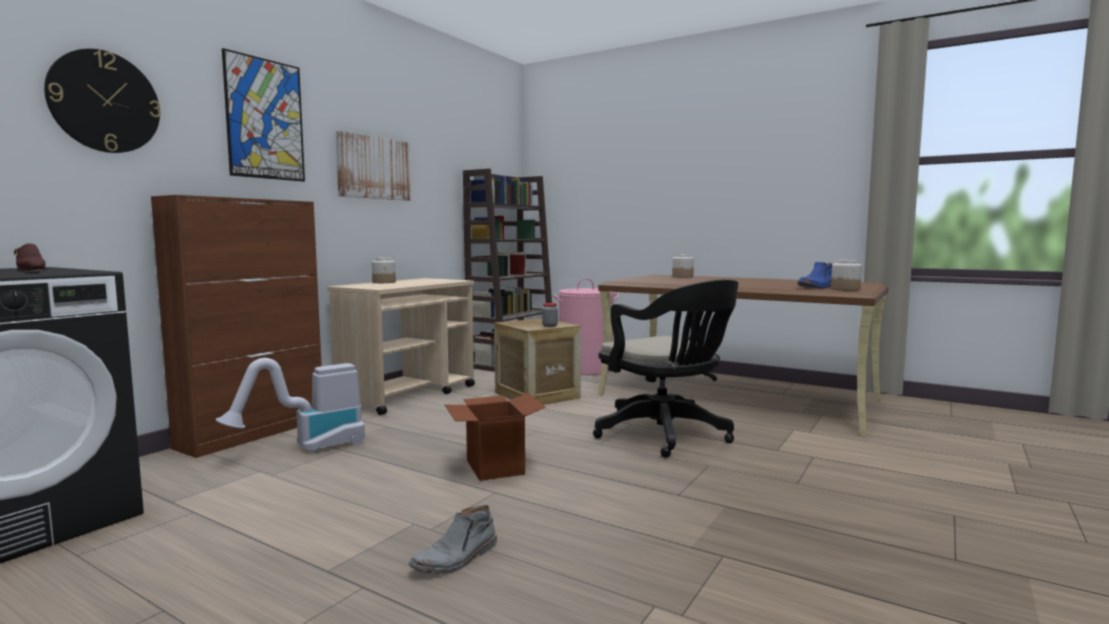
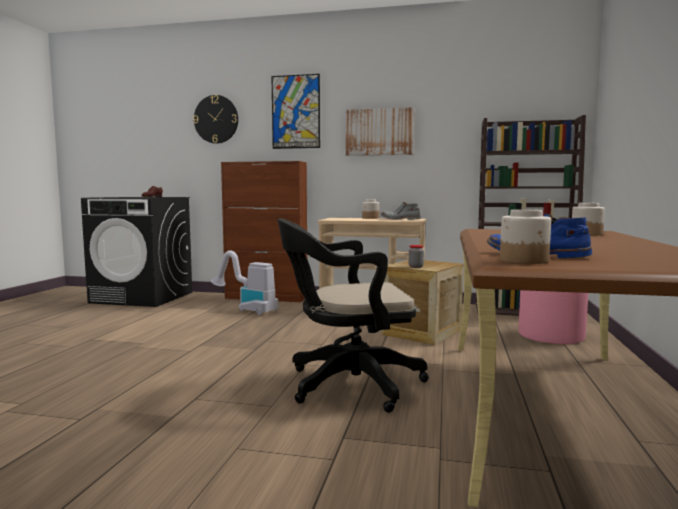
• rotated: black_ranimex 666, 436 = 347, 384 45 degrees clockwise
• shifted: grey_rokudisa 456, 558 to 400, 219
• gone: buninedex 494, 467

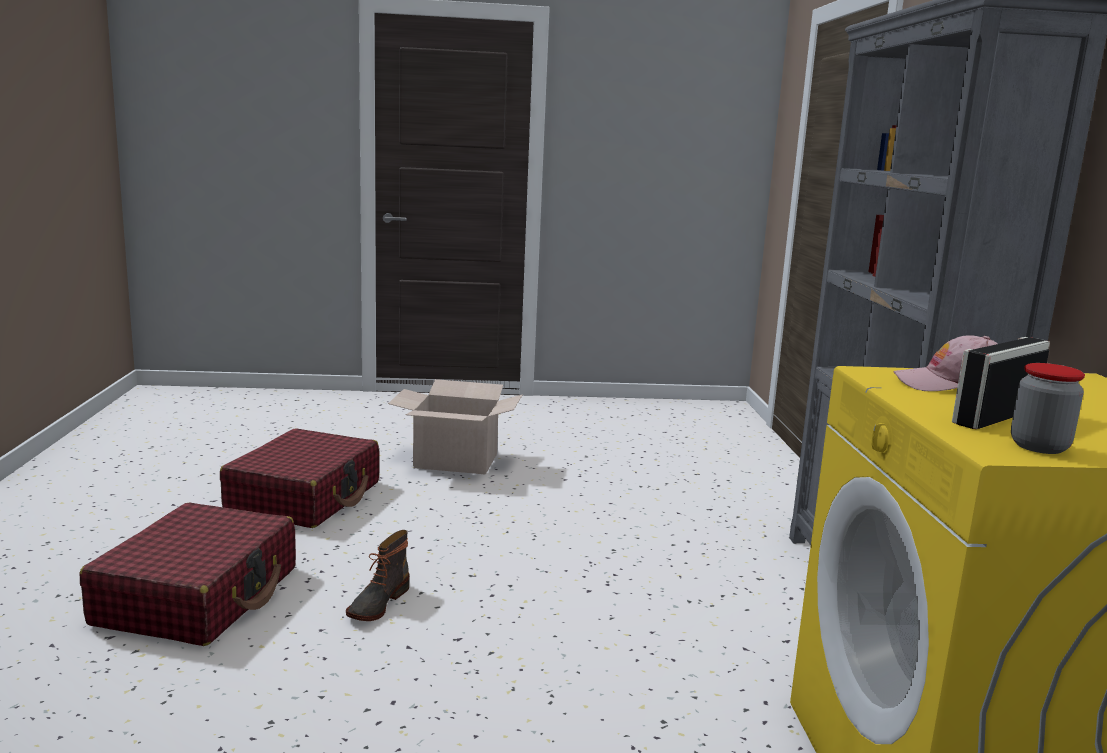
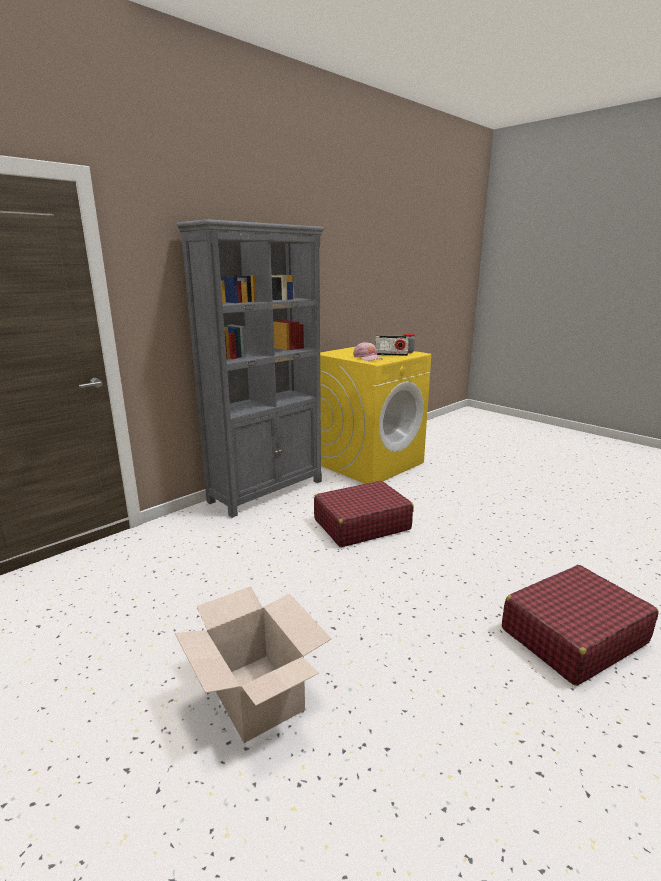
• shifted: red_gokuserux 305, 497 to 361, 524
• gone: rokudisa 377, 603

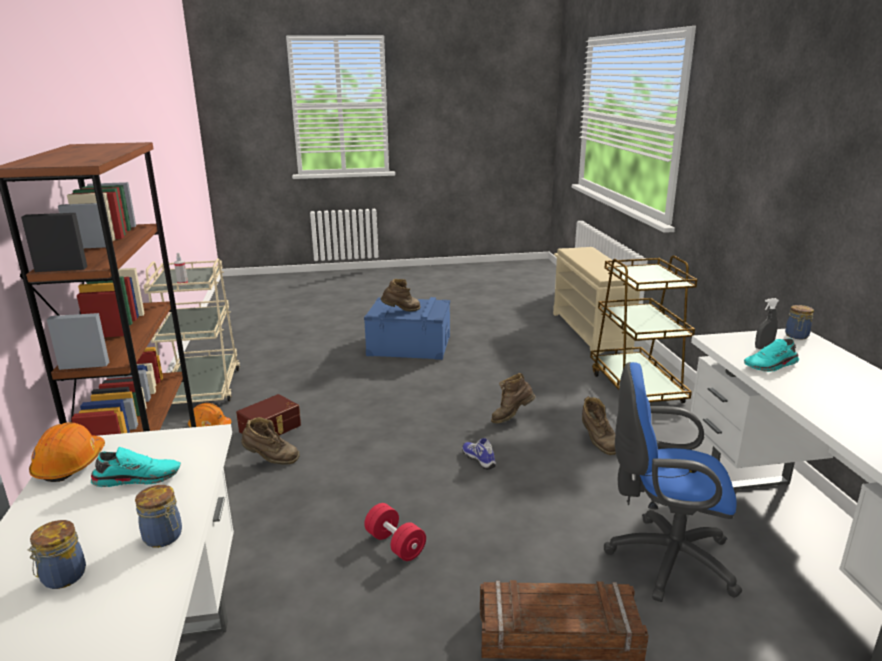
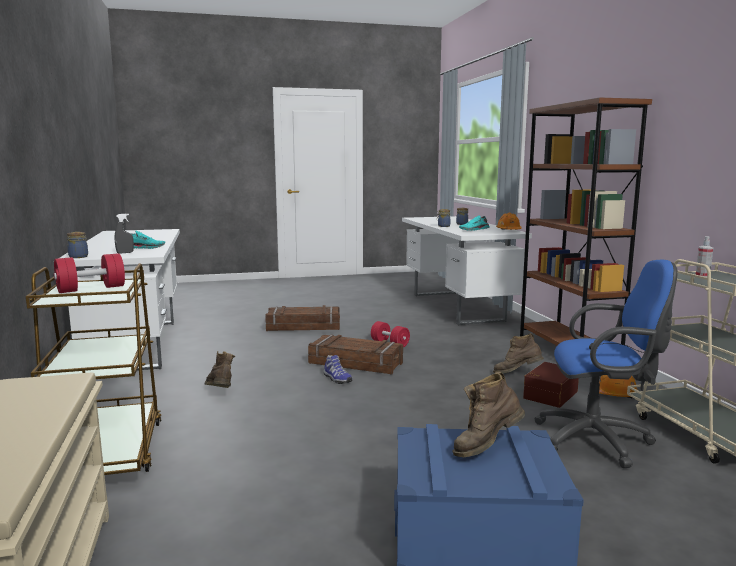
• new: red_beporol 91, 289
• new: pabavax 356, 363
• shifted: blue_ranimex 663, 559 to 598, 441
• gone: brown_rokudisa 511, 417

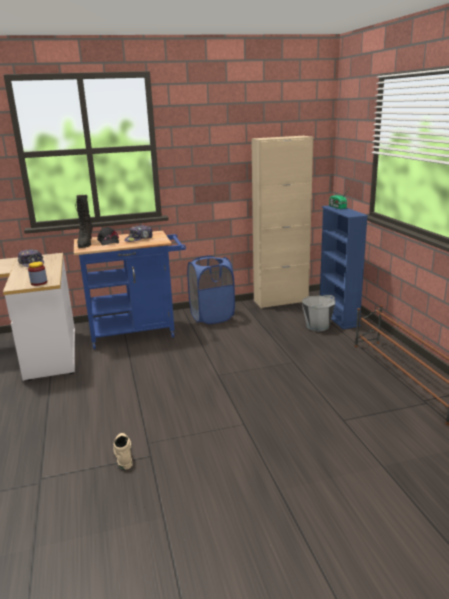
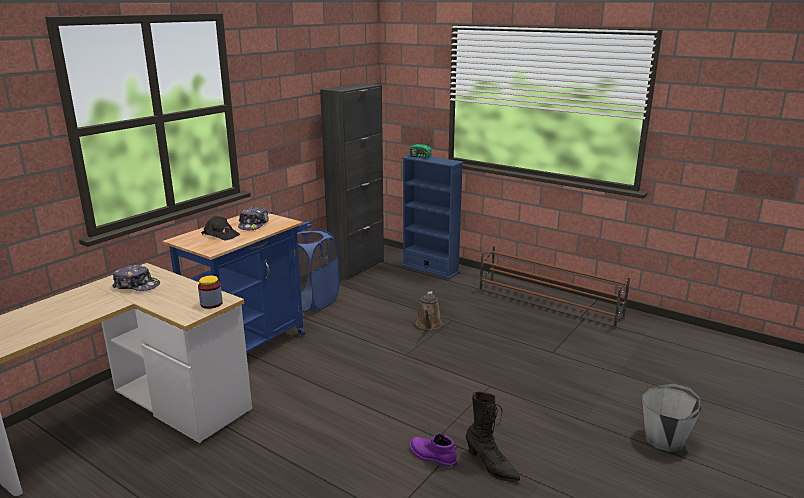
• repainted: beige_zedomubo 281, 301 to black_zedomubo 356, 267
• repainted: beige_rokudisa 123, 454 to purple_rokudisa 432, 457
• new: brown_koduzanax 428, 325
• shifted: black_rokudisa 85, 244 to 491, 466
• shifted: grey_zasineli 317, 326 to 665, 439

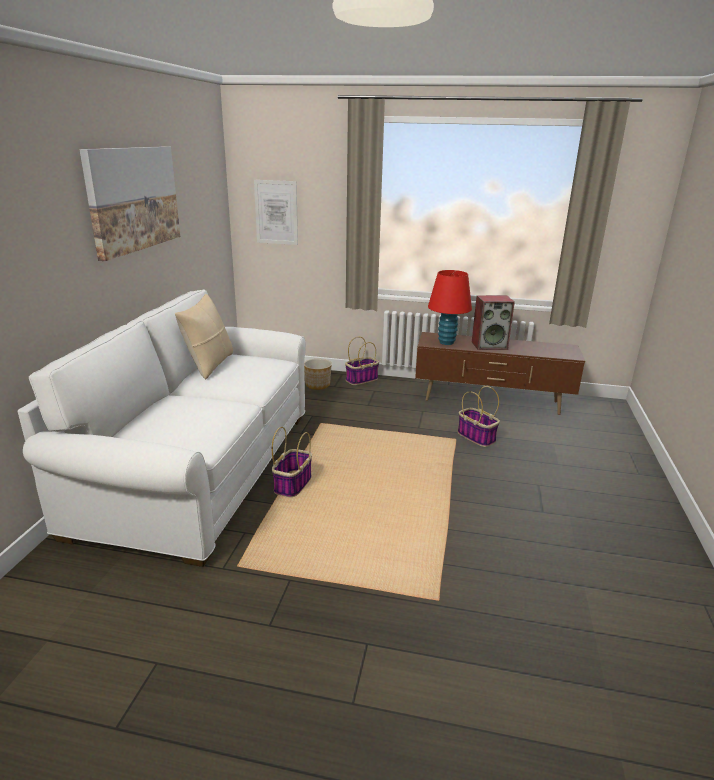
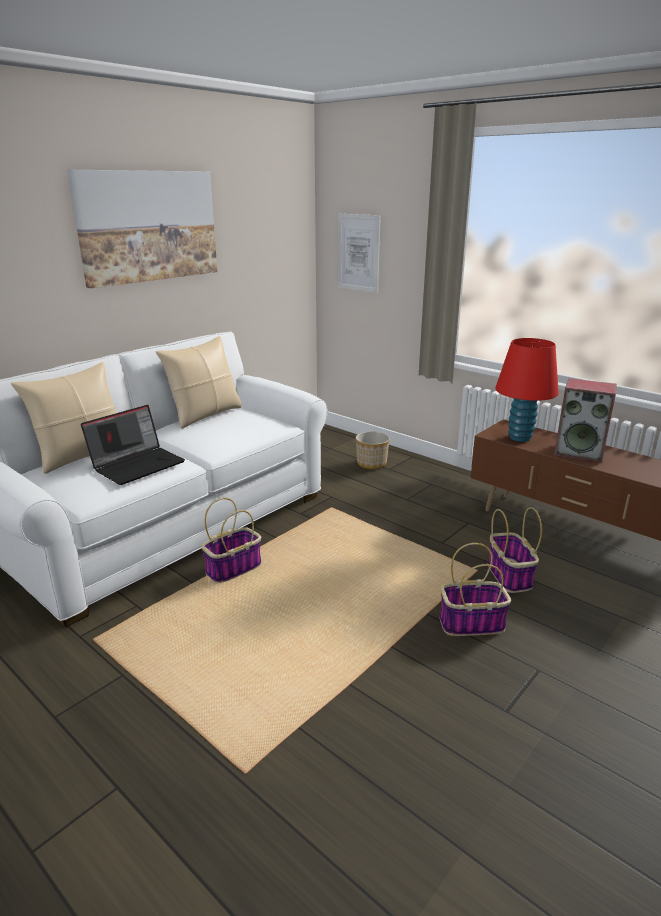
• new: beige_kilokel 82, 455
• new: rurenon 138, 464
• shifted: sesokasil 362, 379 to 472, 623

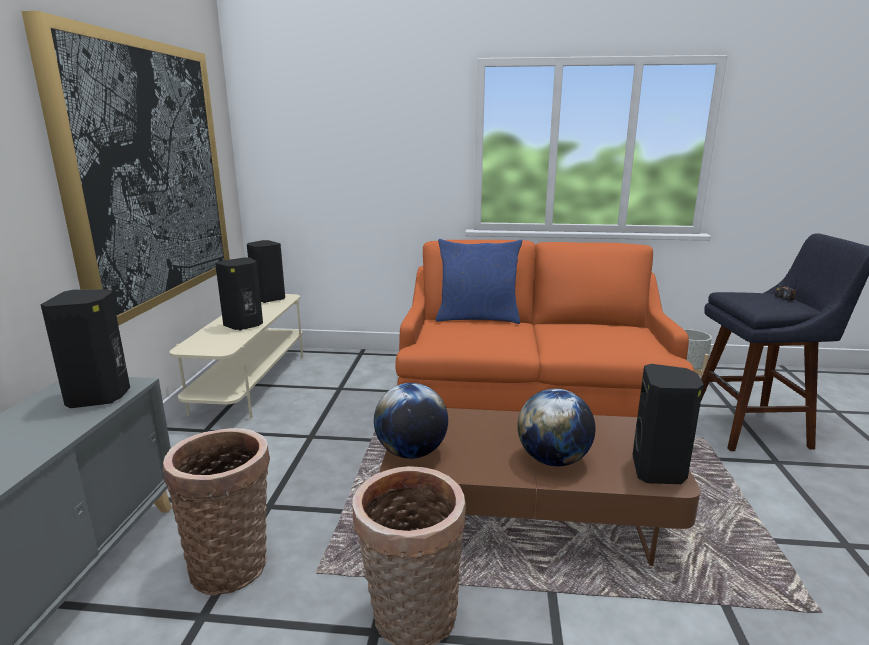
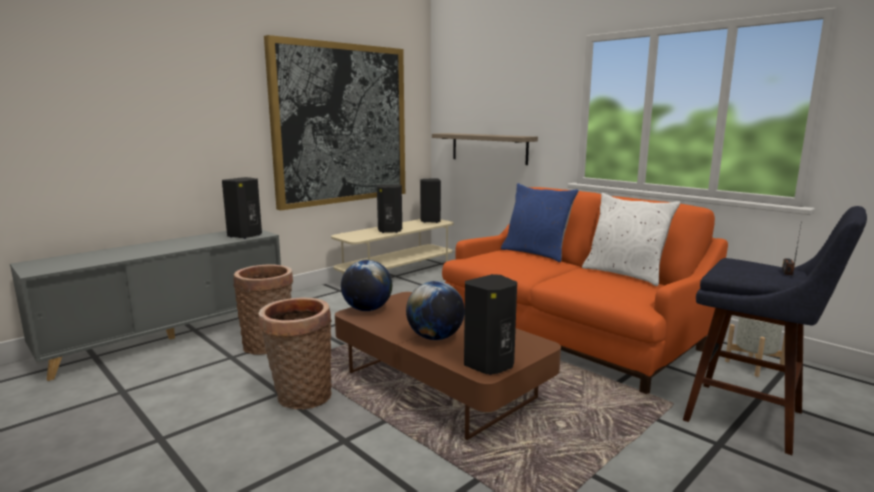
• new: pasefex 488, 148
• new: white_kilokel 625, 274

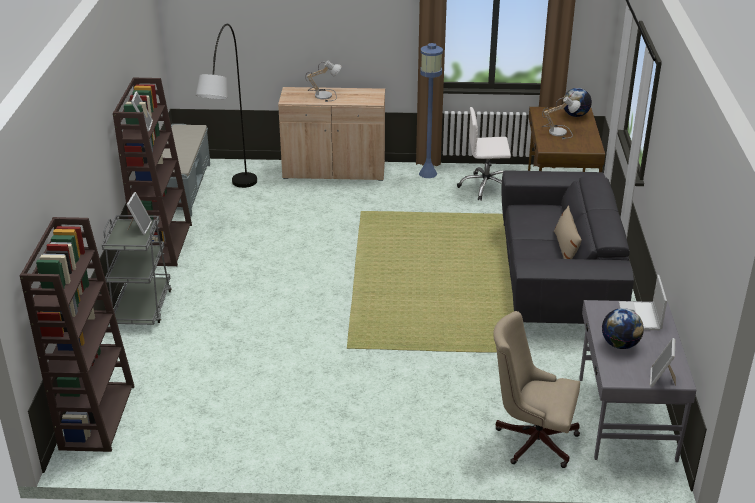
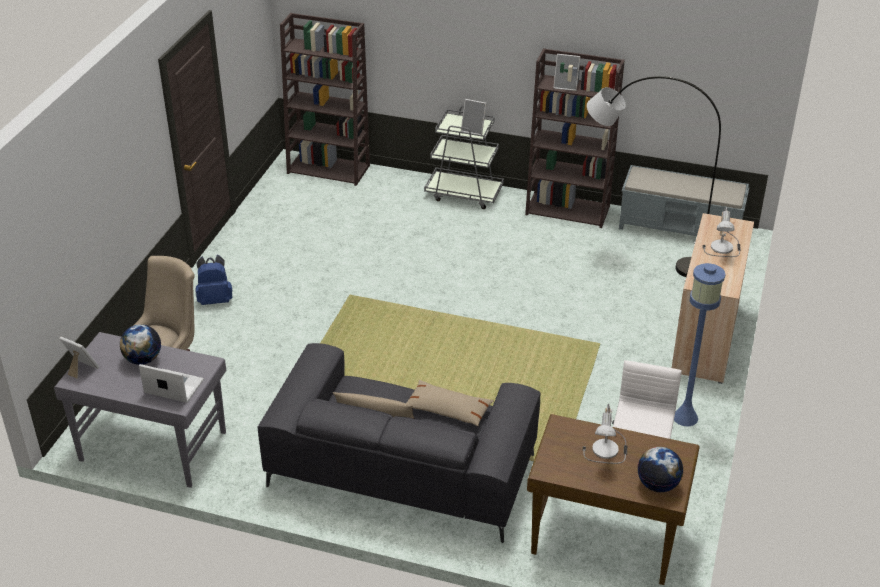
• new: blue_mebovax 215, 299
• new: beige_kilokel 448, 410

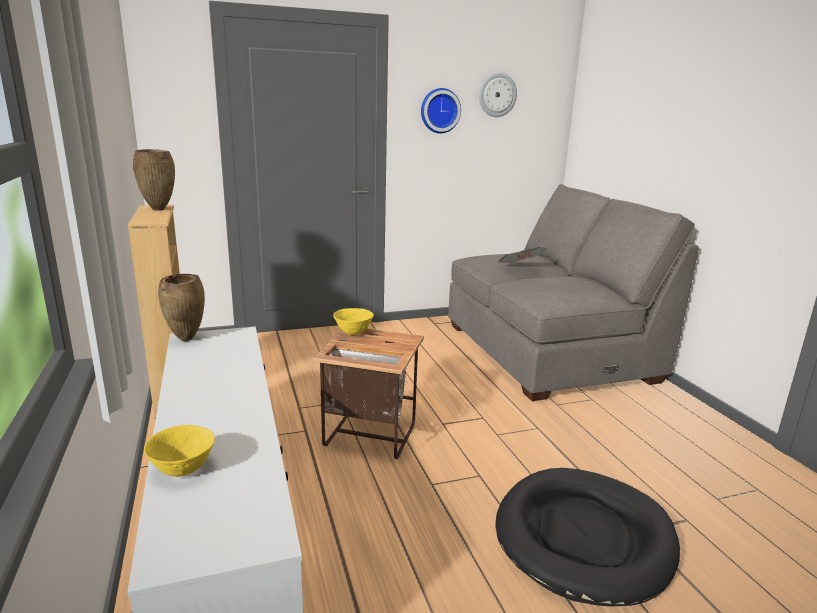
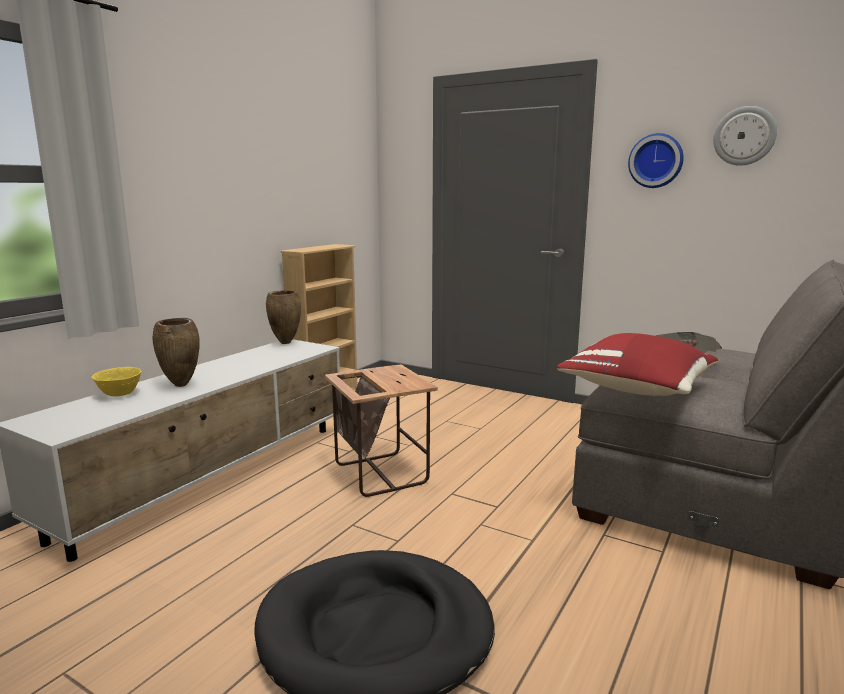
• shifted: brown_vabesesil 159, 209 to 181, 385
• new: red_kilokel 638, 390
• gone: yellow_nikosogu 353, 332

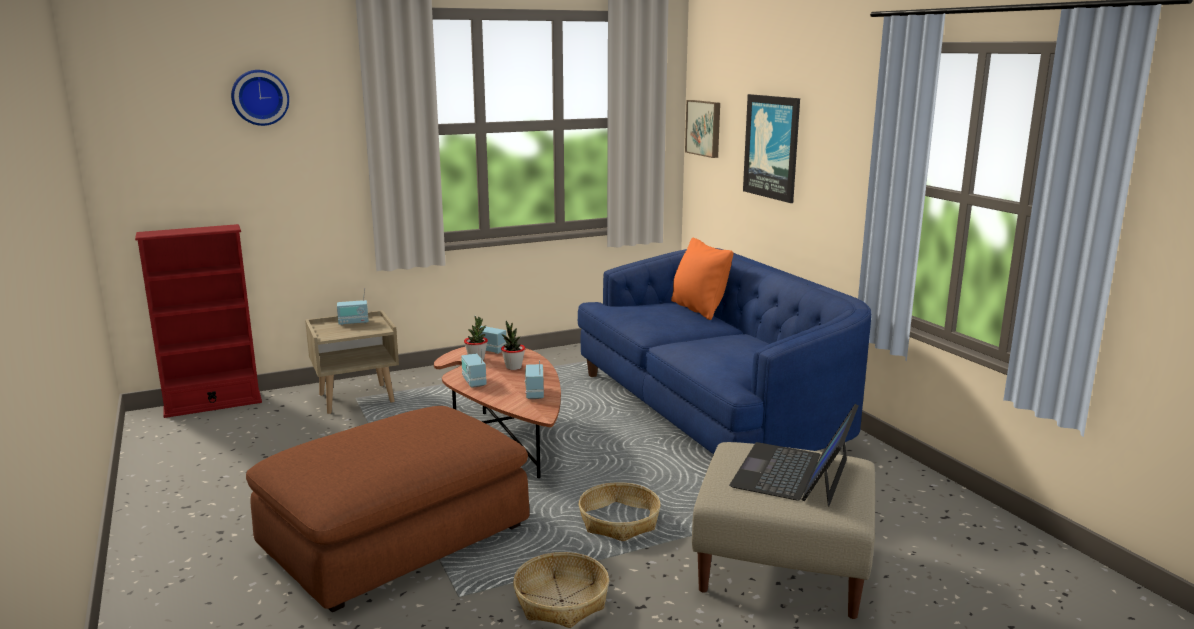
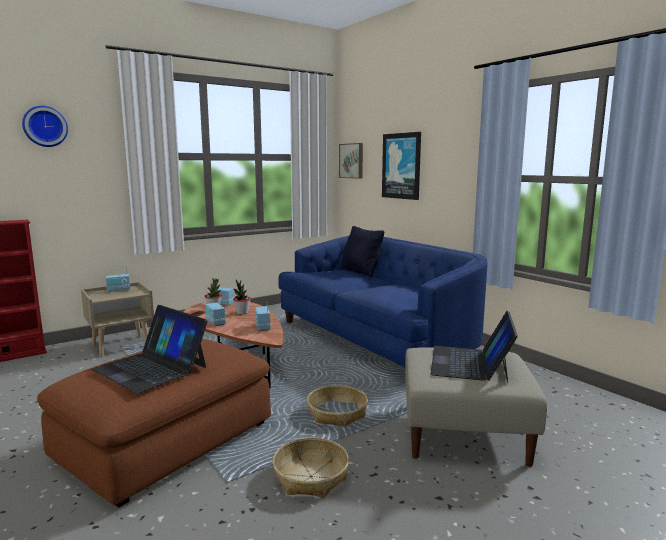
• new: rurenon 151, 368
• repainted: orange_kilokel 698, 309 to black_kilokel 360, 272

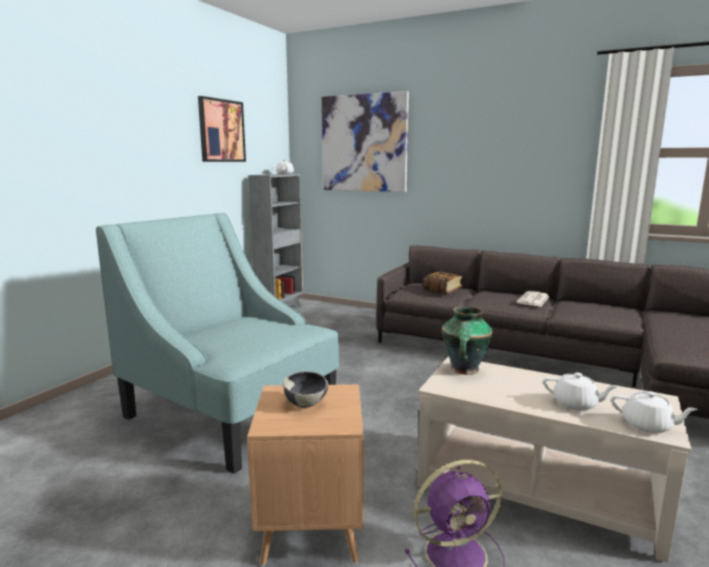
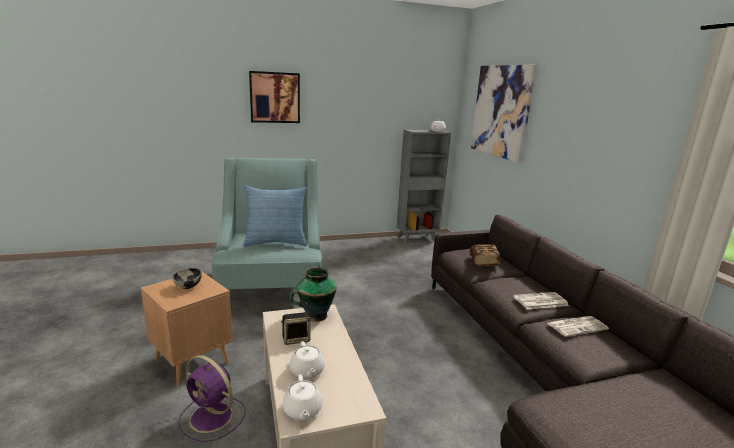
• new: kilokel 276, 242
• shifted: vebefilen 221, 131 to 275, 97
• new: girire 296, 339
• new: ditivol 577, 326

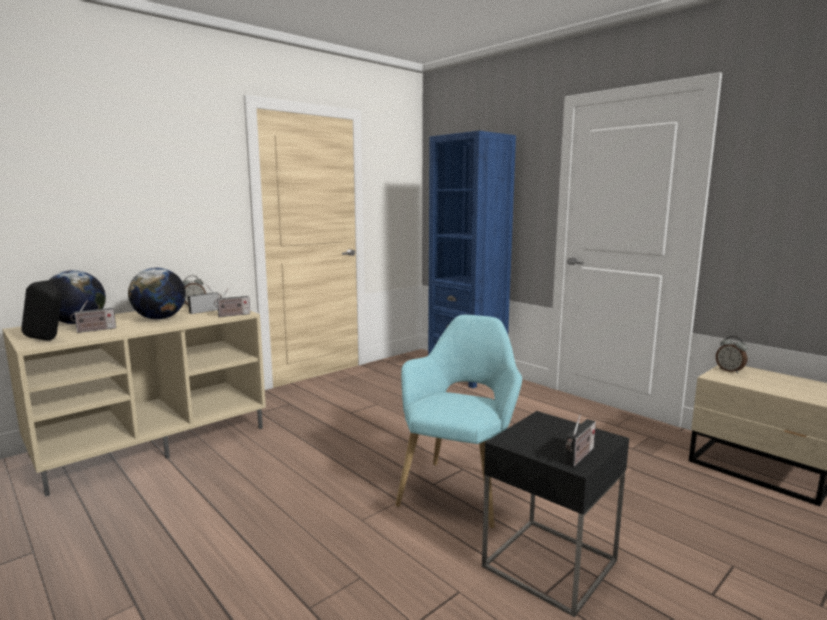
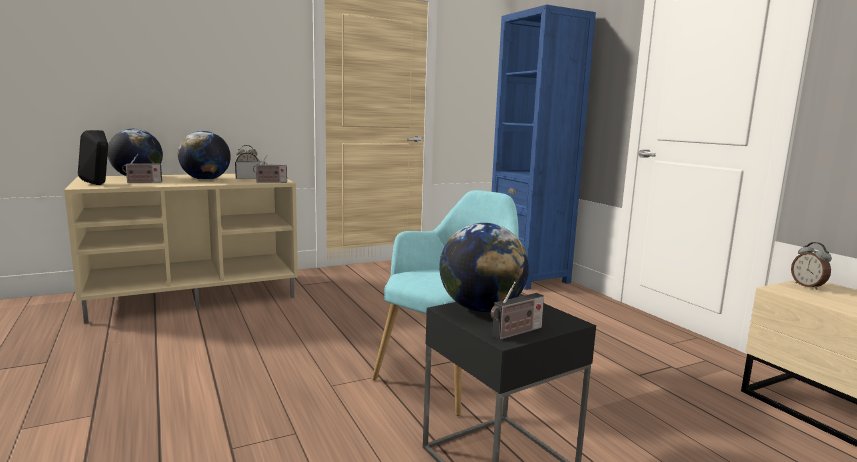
• new: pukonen 481, 309

